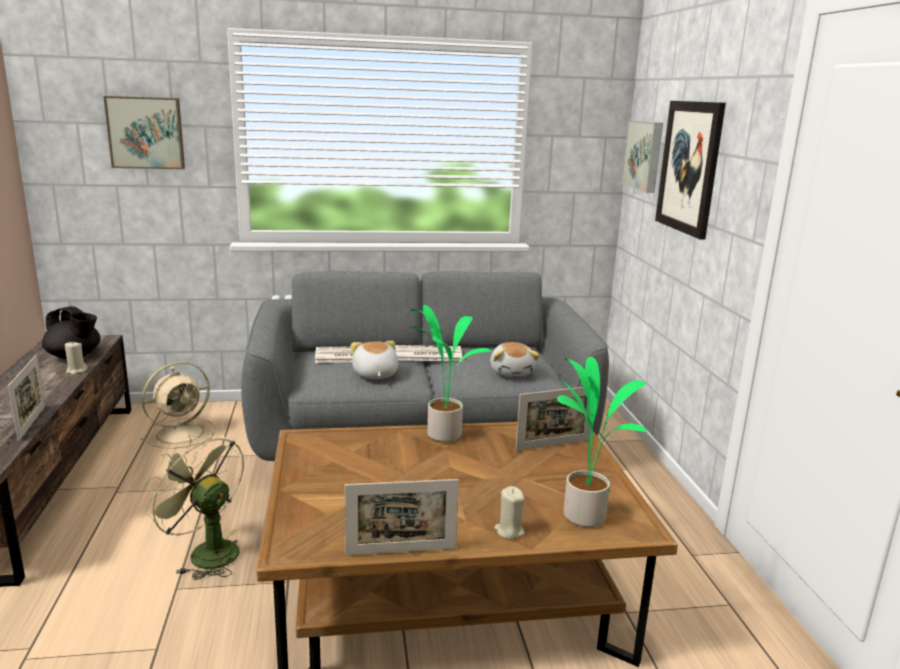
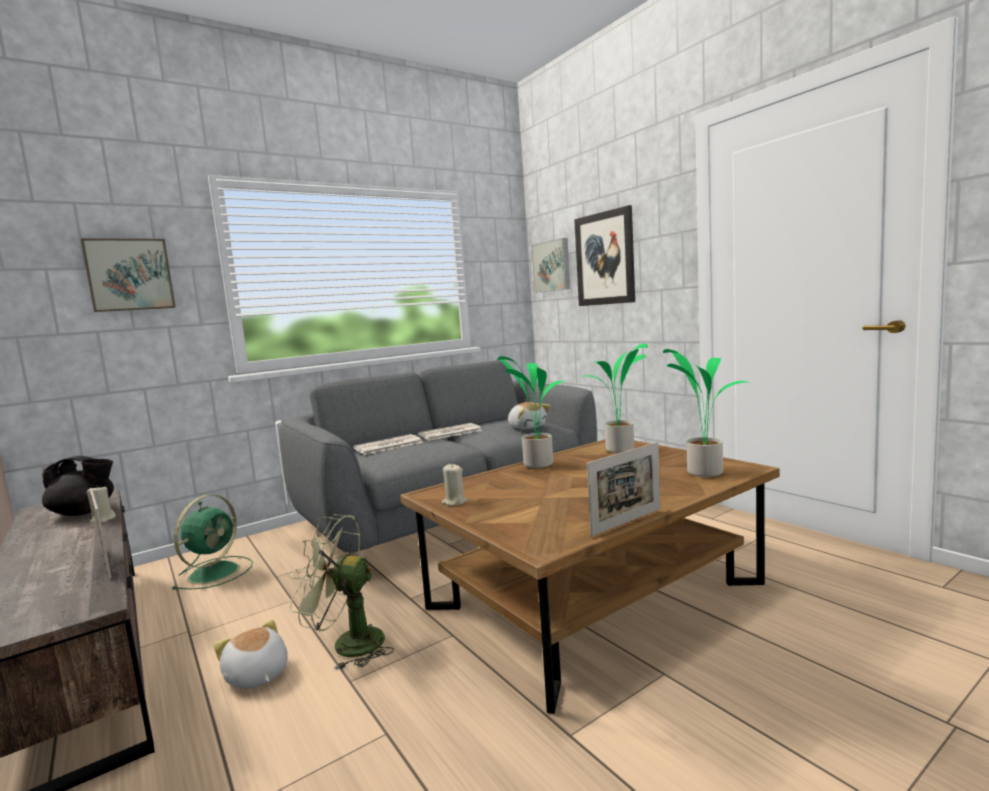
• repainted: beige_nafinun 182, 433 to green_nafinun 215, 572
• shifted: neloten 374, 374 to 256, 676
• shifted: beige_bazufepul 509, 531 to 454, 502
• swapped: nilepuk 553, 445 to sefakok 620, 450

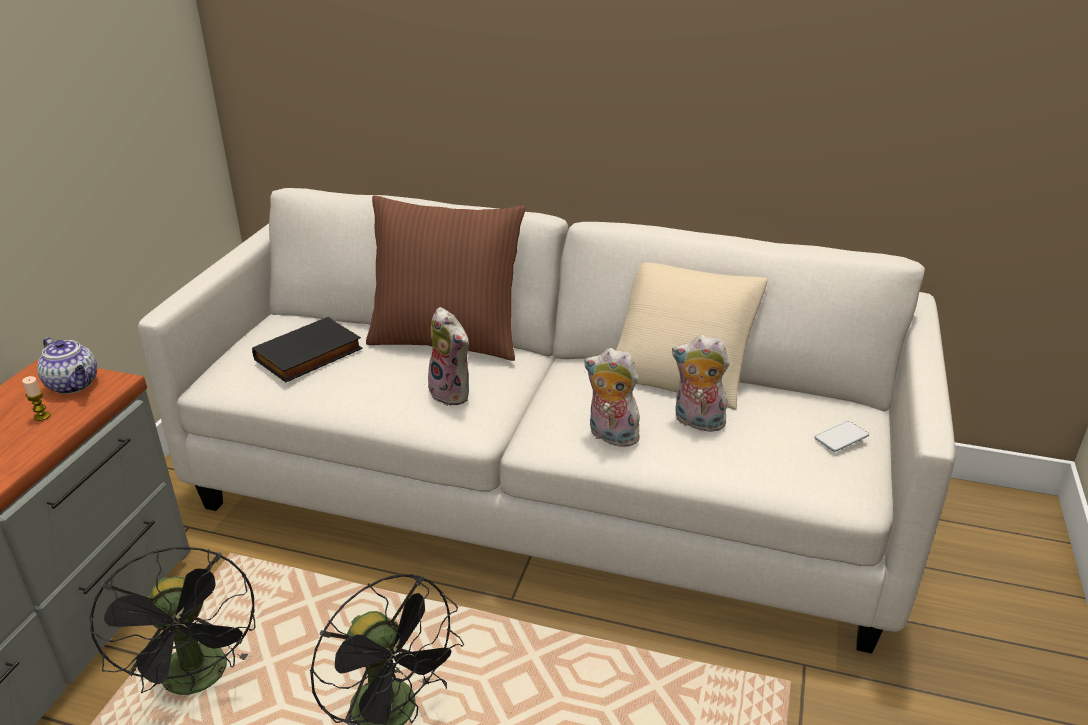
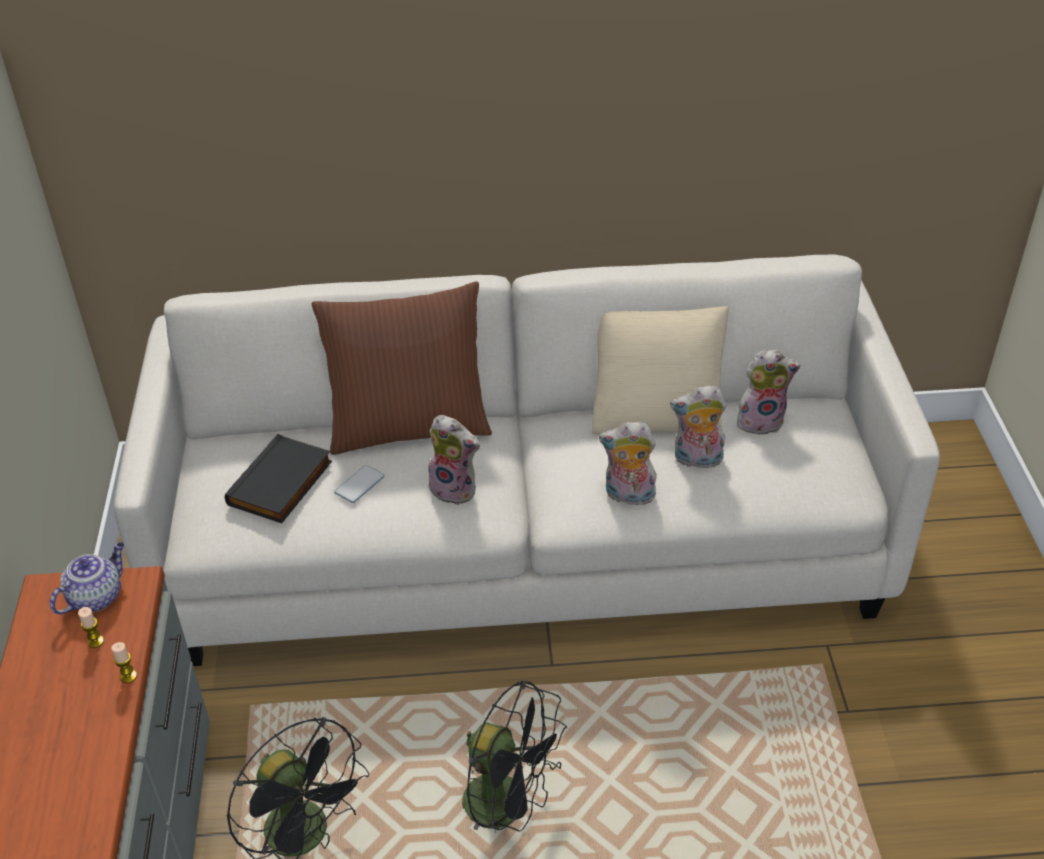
• rotated: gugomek 74, 385 = 96, 596 75 degrees counterclockwise
• new: bazufepul 128, 676
• shifted: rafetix 841, 437 to 359, 485
• new: neloten 761, 421

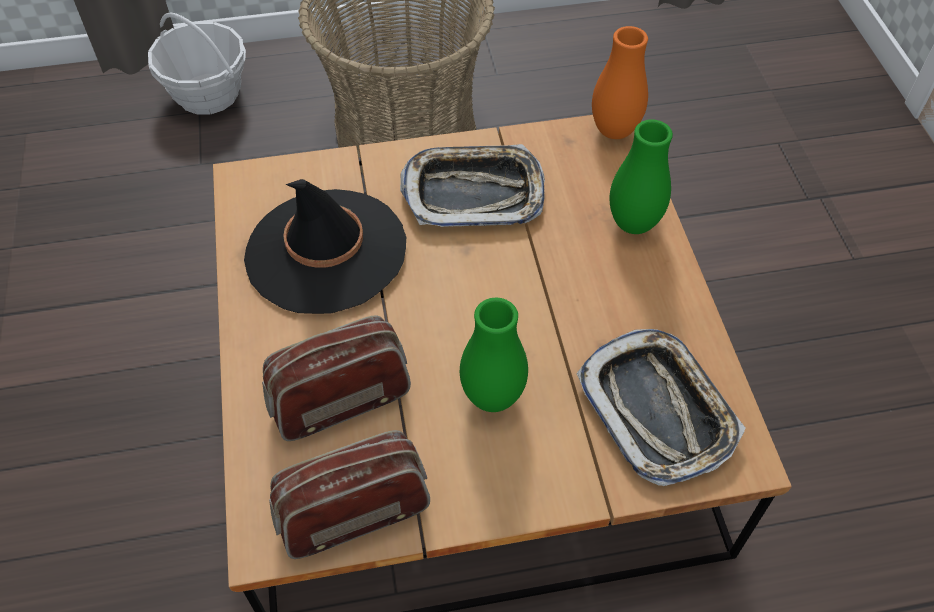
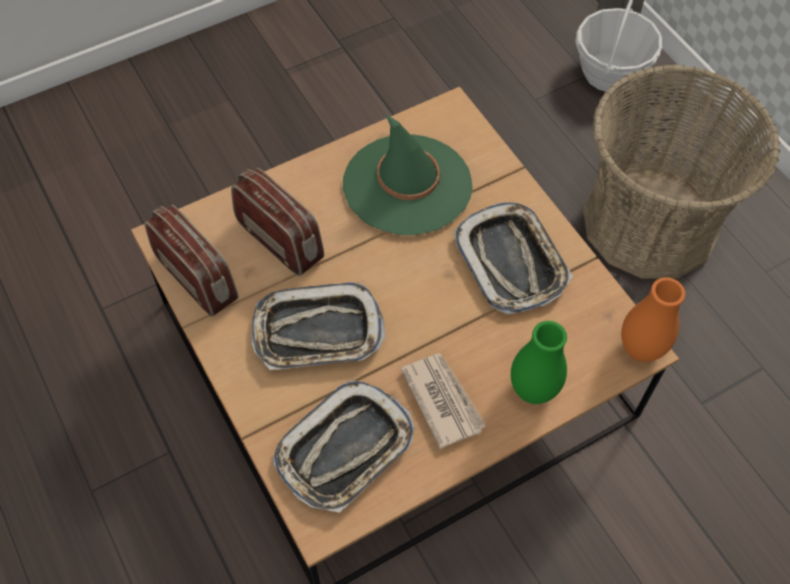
• swapped: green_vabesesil 492, 397 to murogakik 317, 332
• repainted: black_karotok 325, 251 to green_karotok 407, 184
• new: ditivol 442, 399

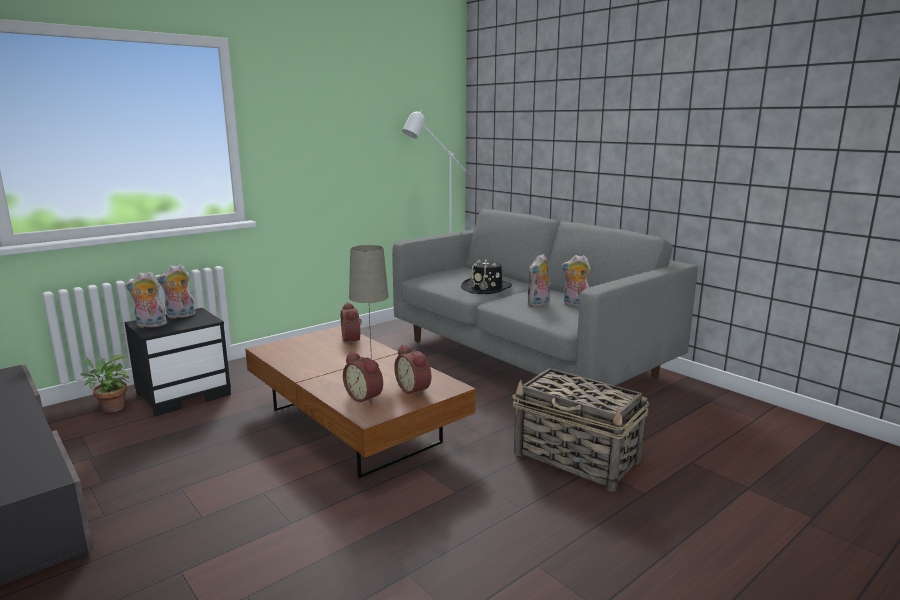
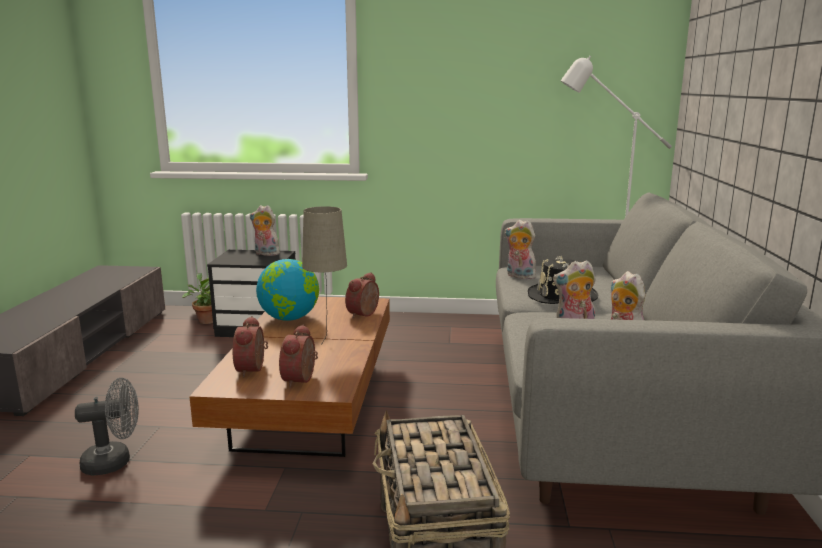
• new: grey_nafinun 114, 462
• new: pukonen 289, 318
• shifted: neloten 150, 325 to 519, 276

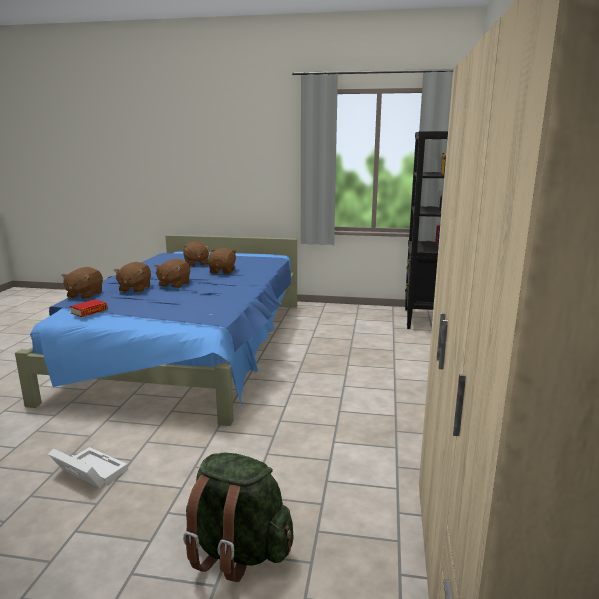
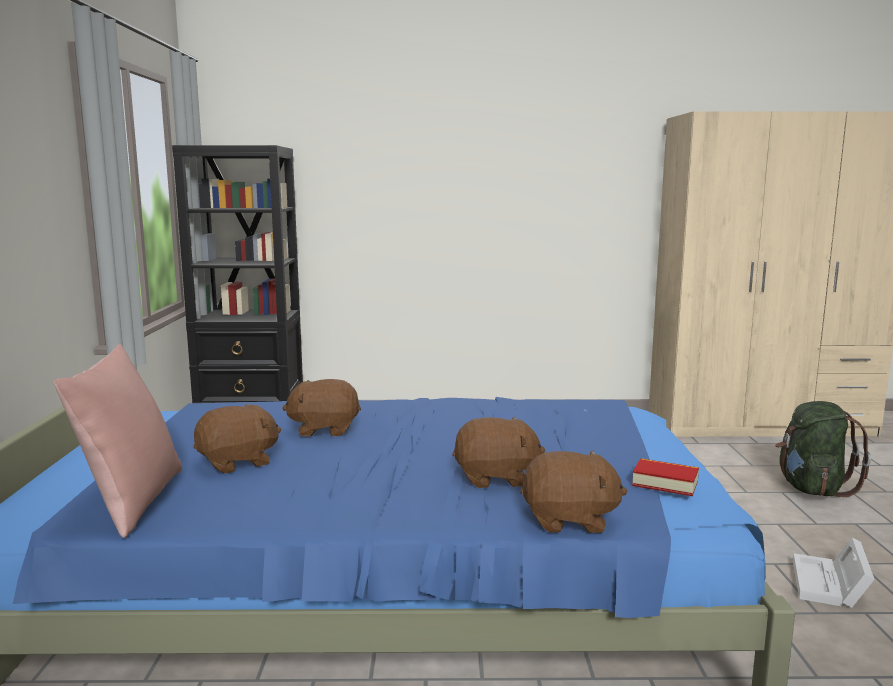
• new: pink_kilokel 132, 502
• gone: brown_neloten 174, 285

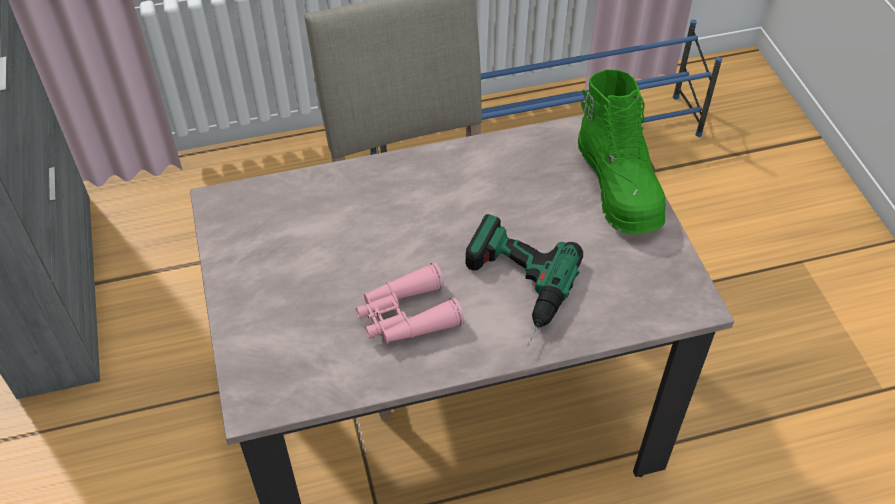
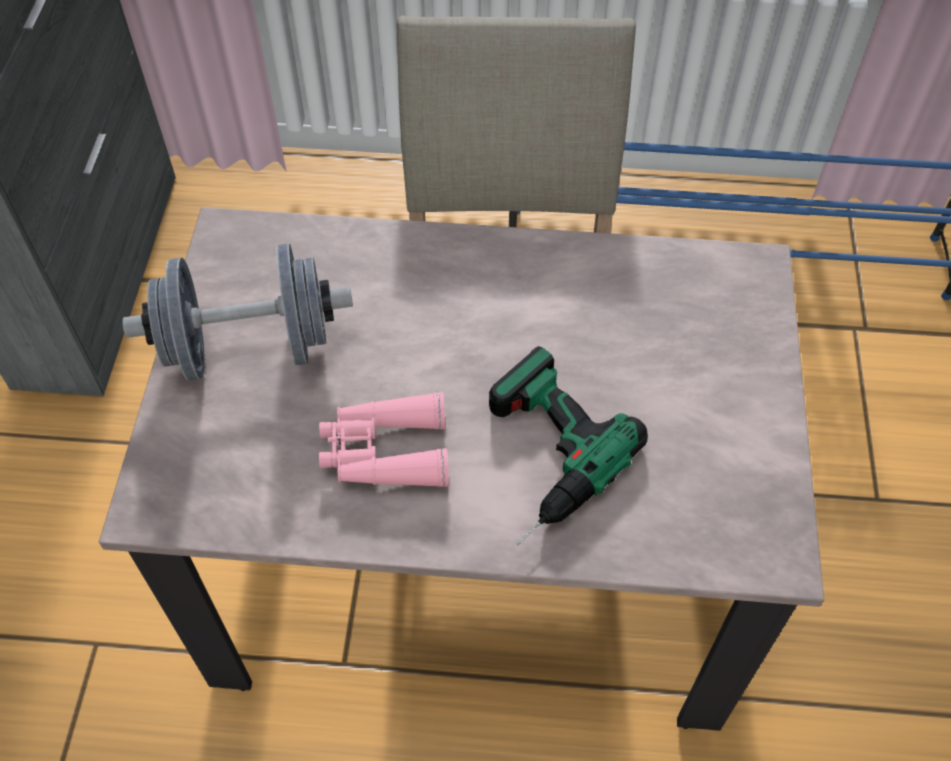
• new: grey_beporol 249, 347
• gone: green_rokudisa 619, 186

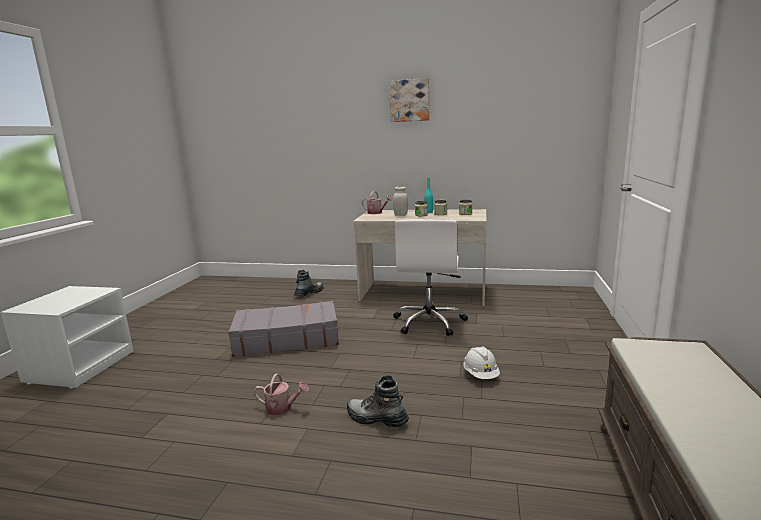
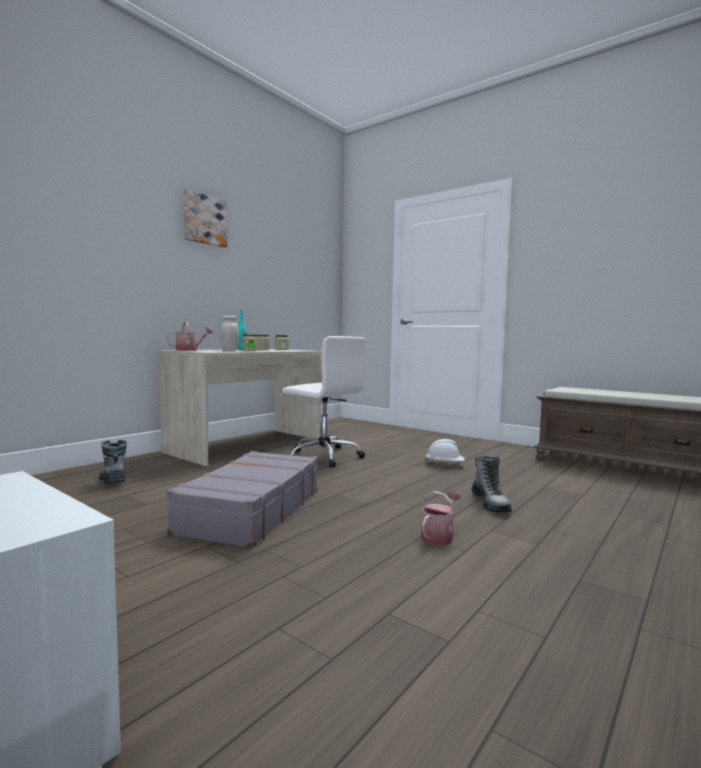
• rotated: rokudisa 376, 419 = 490, 503 60 degrees counterclockwise

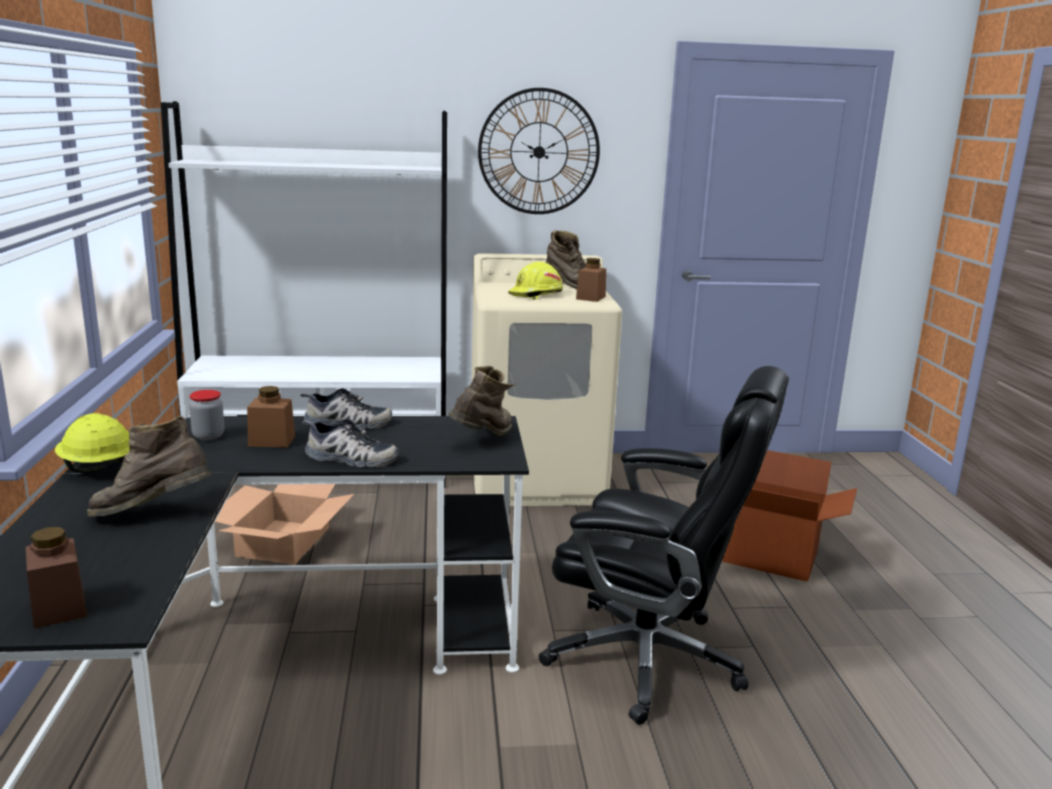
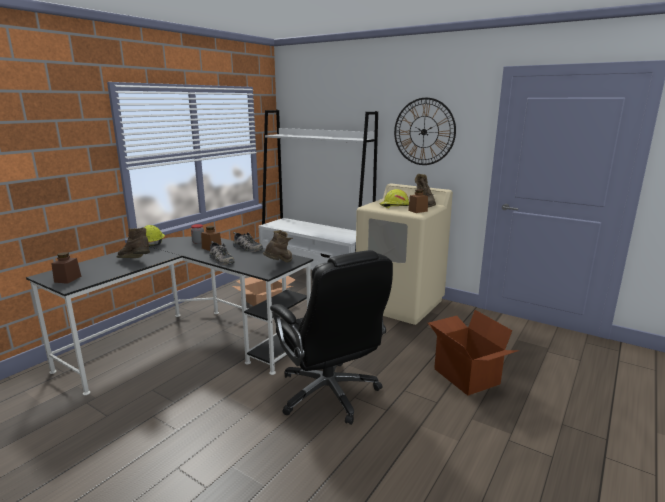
• rotated: brown_rokudisa 484, 439 = 279, 264 45 degrees counterclockwise

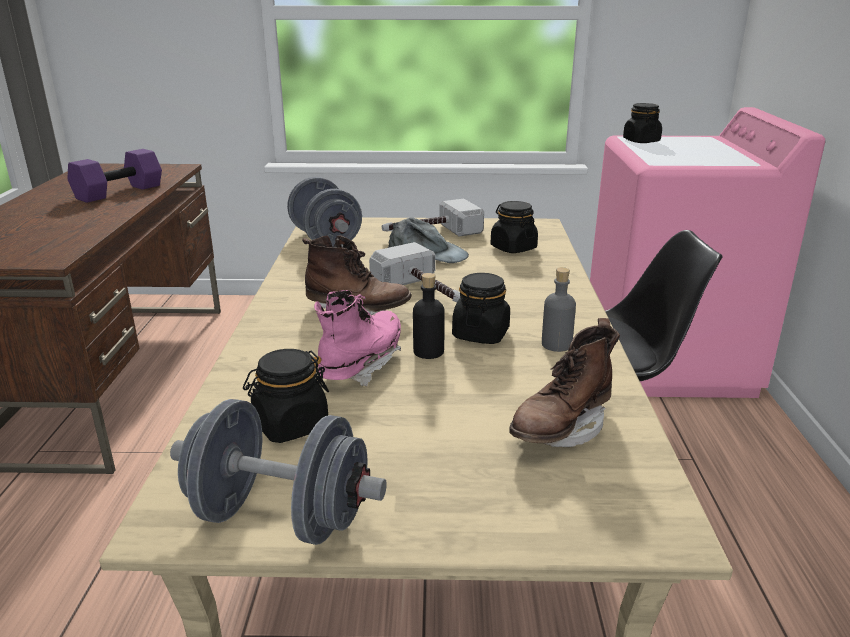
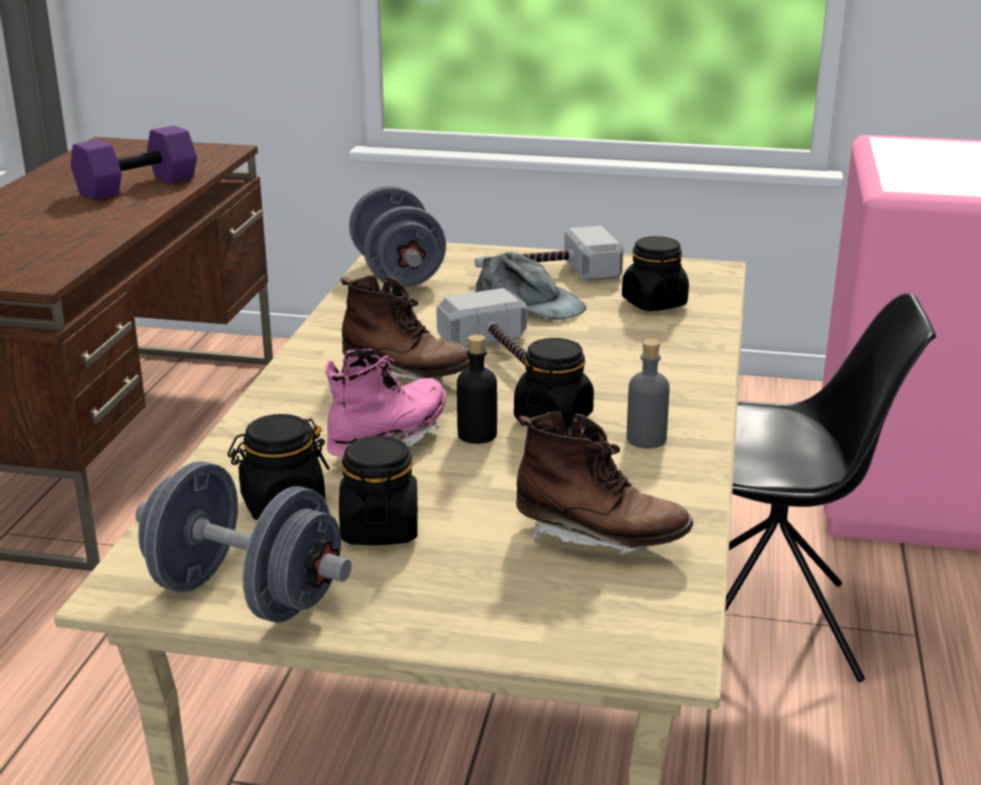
• shifted: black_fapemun 641, 141 to 379, 529
• rotated: brown_rokudisa 561, 428 = 599, 538 120 degrees counterclockwise

